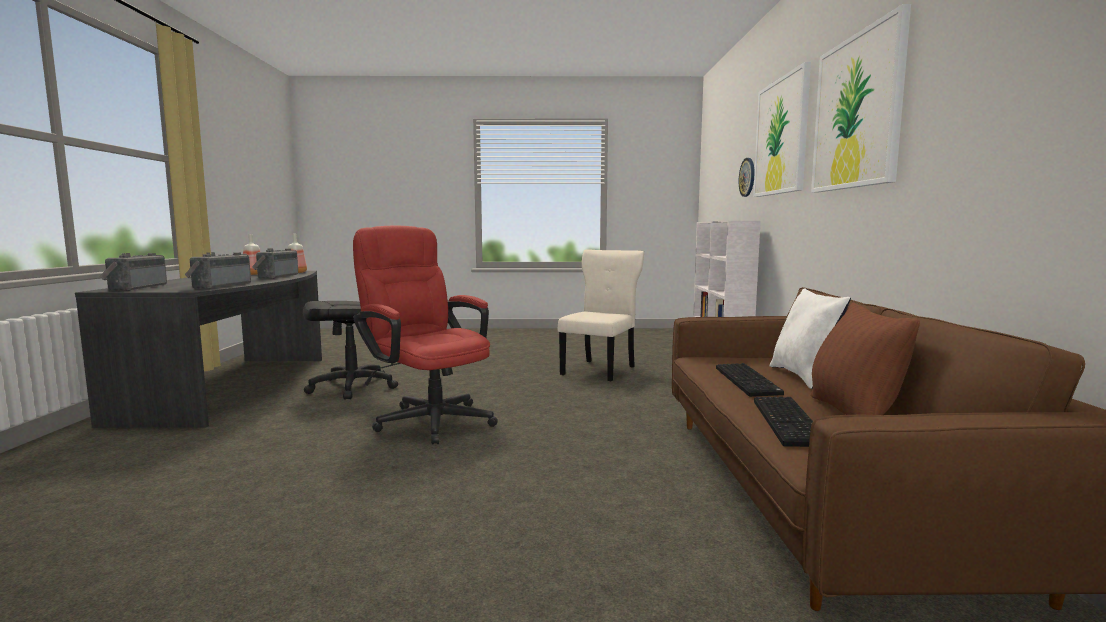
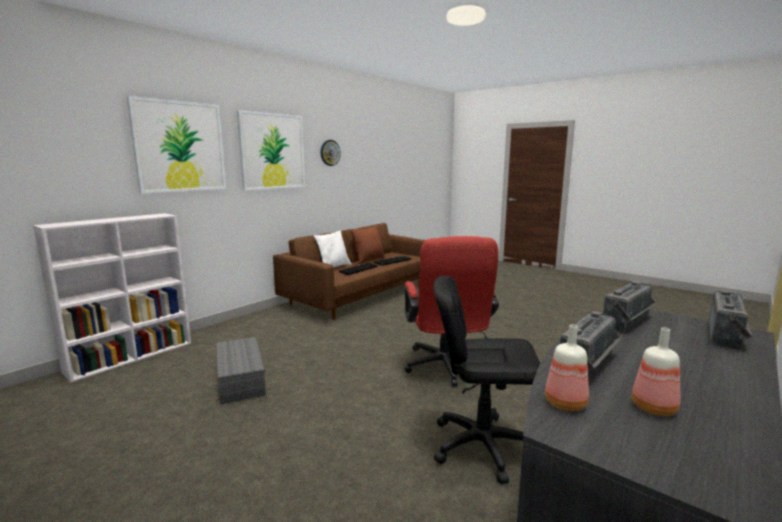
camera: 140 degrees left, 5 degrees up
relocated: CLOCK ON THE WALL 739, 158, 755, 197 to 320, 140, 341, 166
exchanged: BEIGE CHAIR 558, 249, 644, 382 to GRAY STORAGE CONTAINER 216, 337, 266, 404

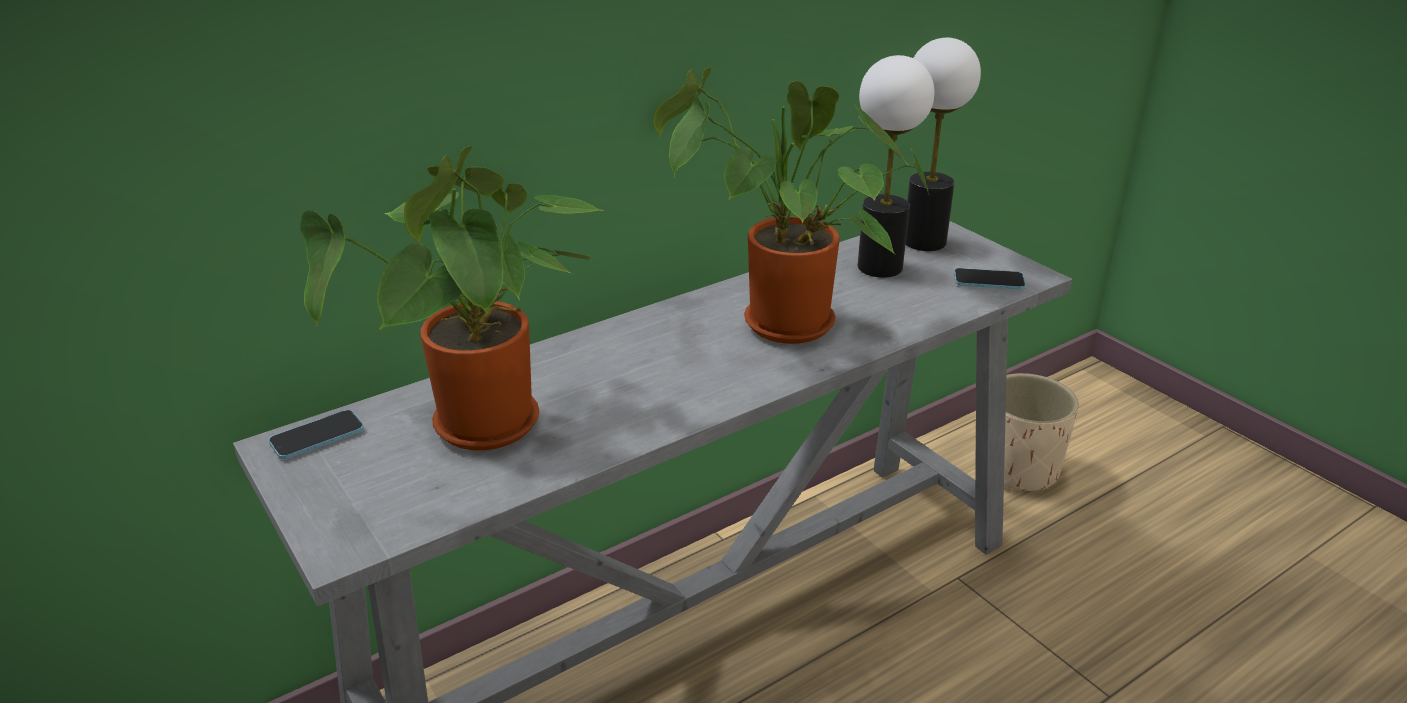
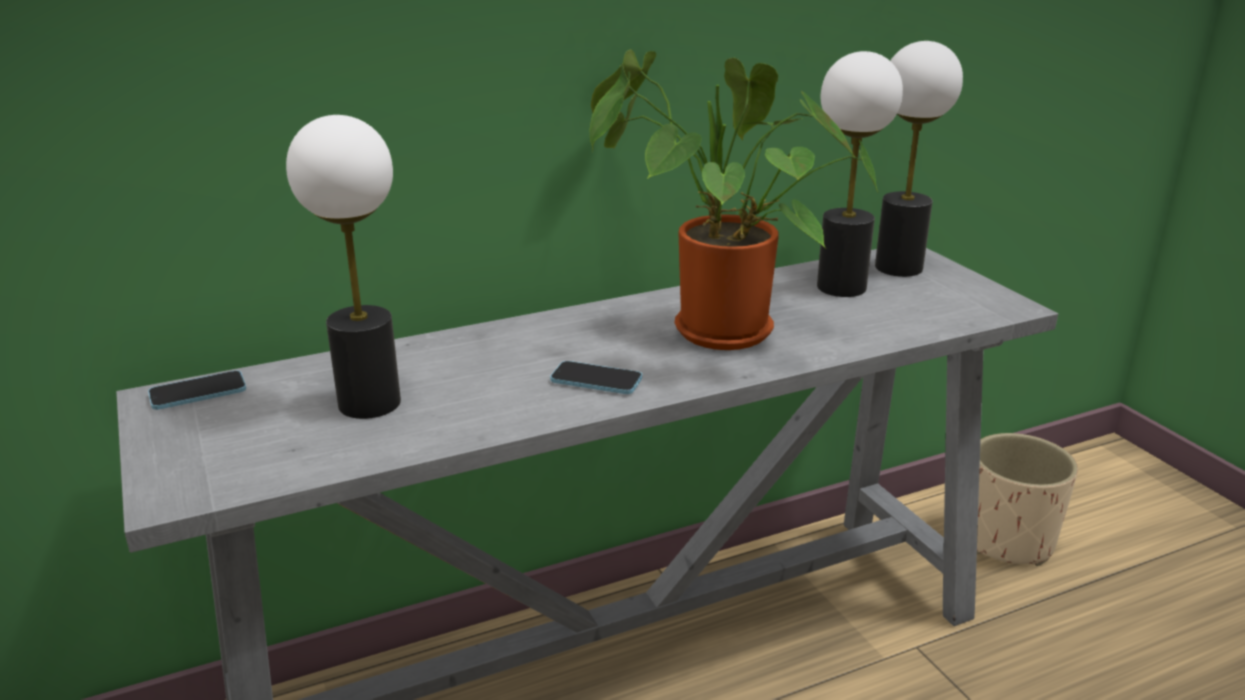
camera: 10 degrees right, 5 degrees down
relocated: TELEPHONE 954, 268, 1026, 290 to 550, 361, 642, 394
exchanged: POTTED PLANT 300, 145, 605, 450 to TABLE LAMP 286, 115, 401, 419

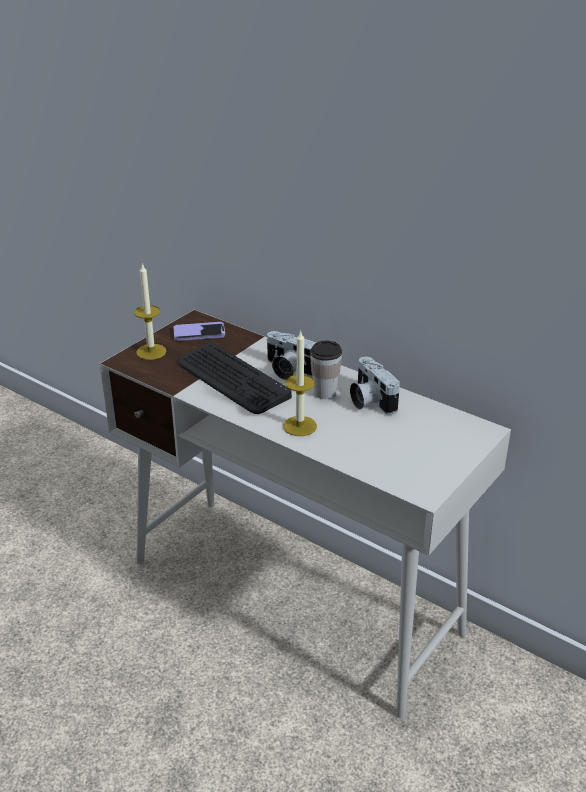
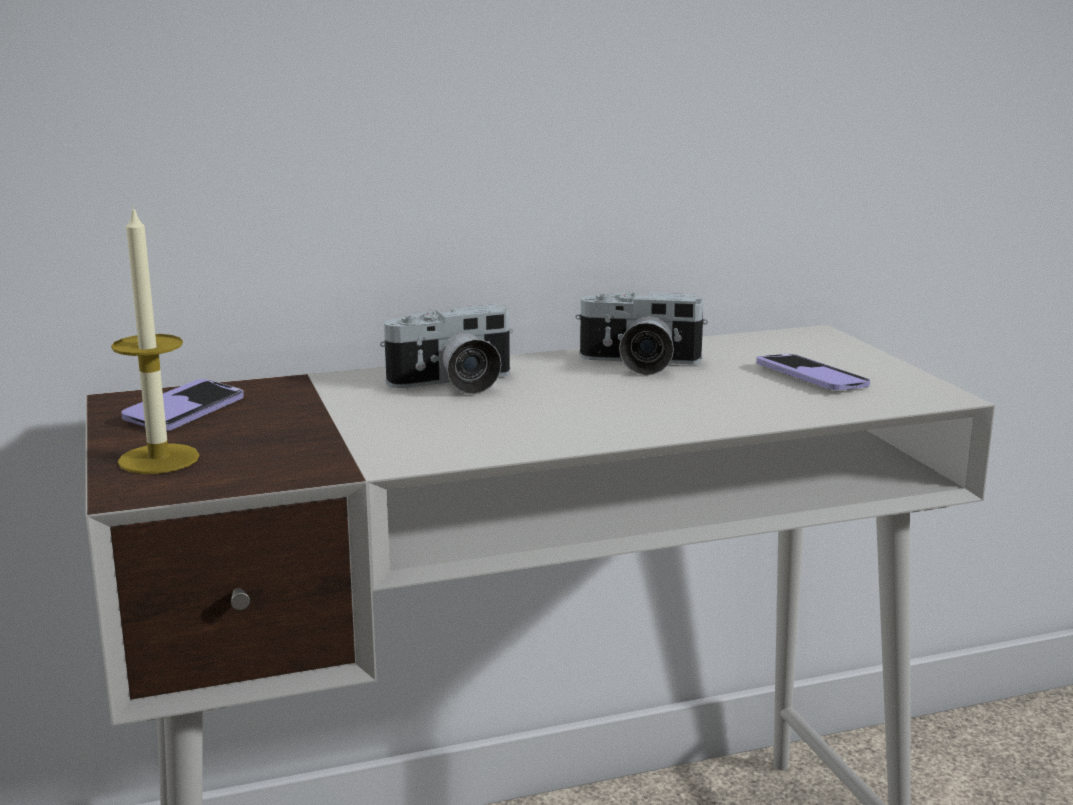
camera: 55 degrees left, 15 degrees down
missing: PC KEYBOARD 179, 342, 292, 414; WAX CANDLE 283, 330, 317, 436; SMALL CUP 310, 341, 342, 399
appeared: TELEPHONE 756, 354, 870, 390

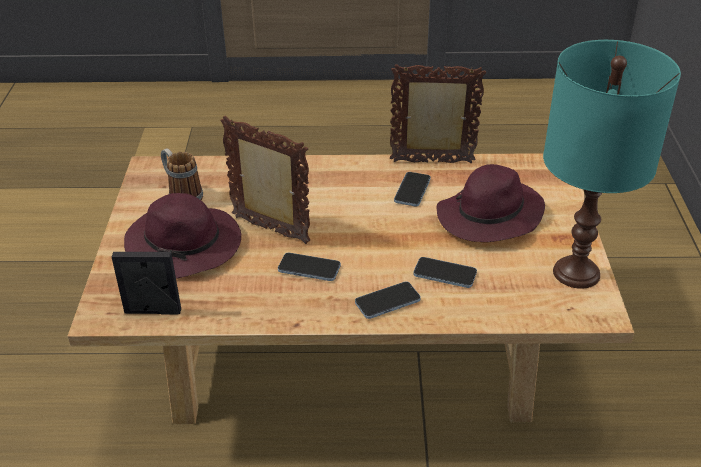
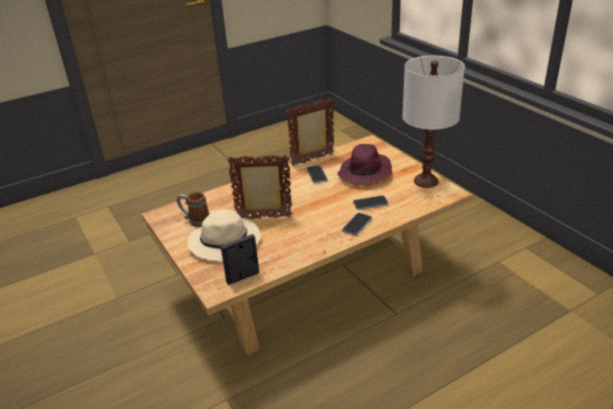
camera: 30 degrees left, 5 degrees down
missing: TELEPHONE 278, 252, 341, 281
colour: PURPLISH WEARABLE HAT 124, 193, 241, 278 to BEIGE WEARABLE HAT 188, 209, 260, 262; TURQUOISE TABLE LAMP 543, 40, 681, 289 to WHITE TABLE LAMP 402, 56, 465, 188

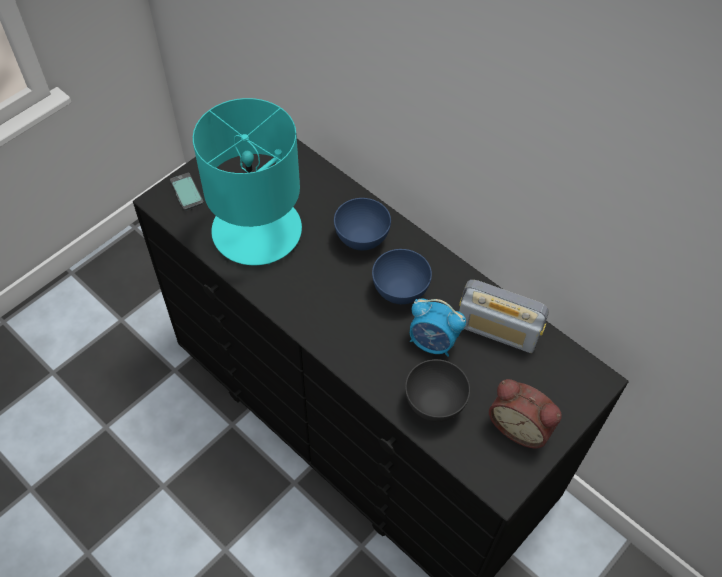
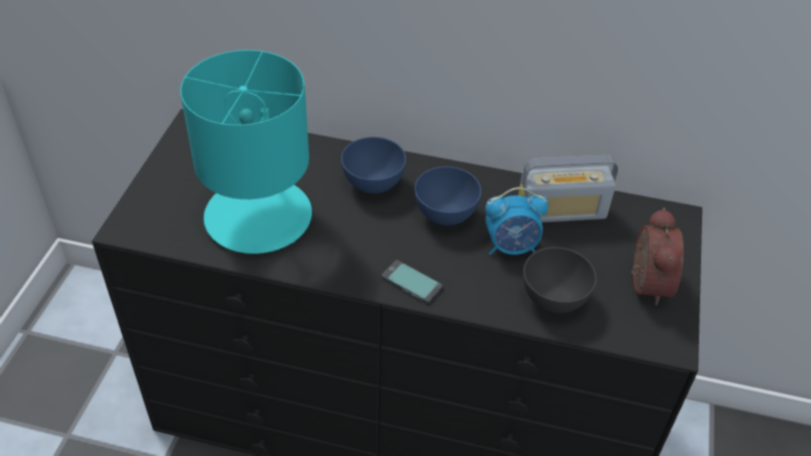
camera: 30 degrees left, 10 degrees down
relocated: TELEPHONE 170, 173, 204, 211 to 382, 260, 442, 303
spun: TABLE CLOCK 489, 379, 562, 449 = 631, 208, 684, 305 90 degrees counterclockwise

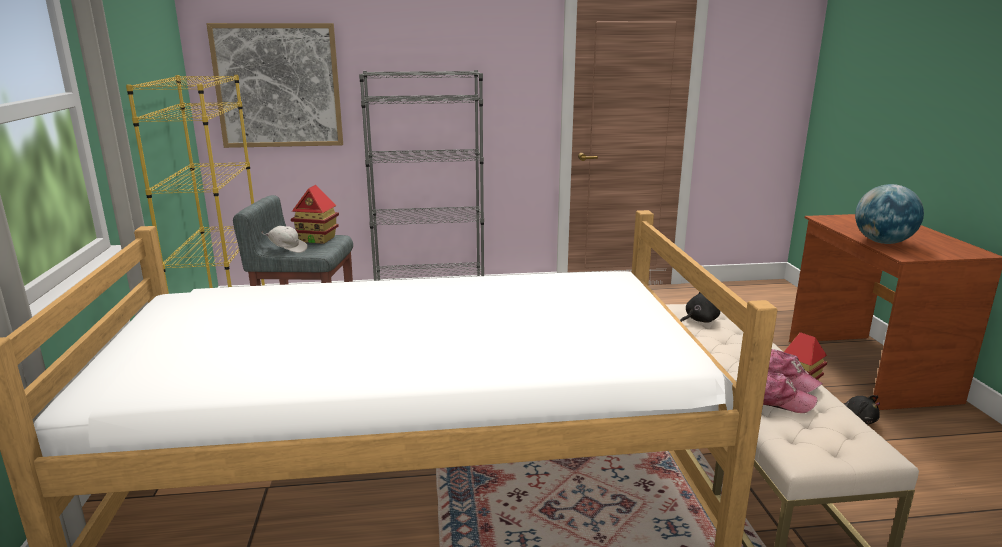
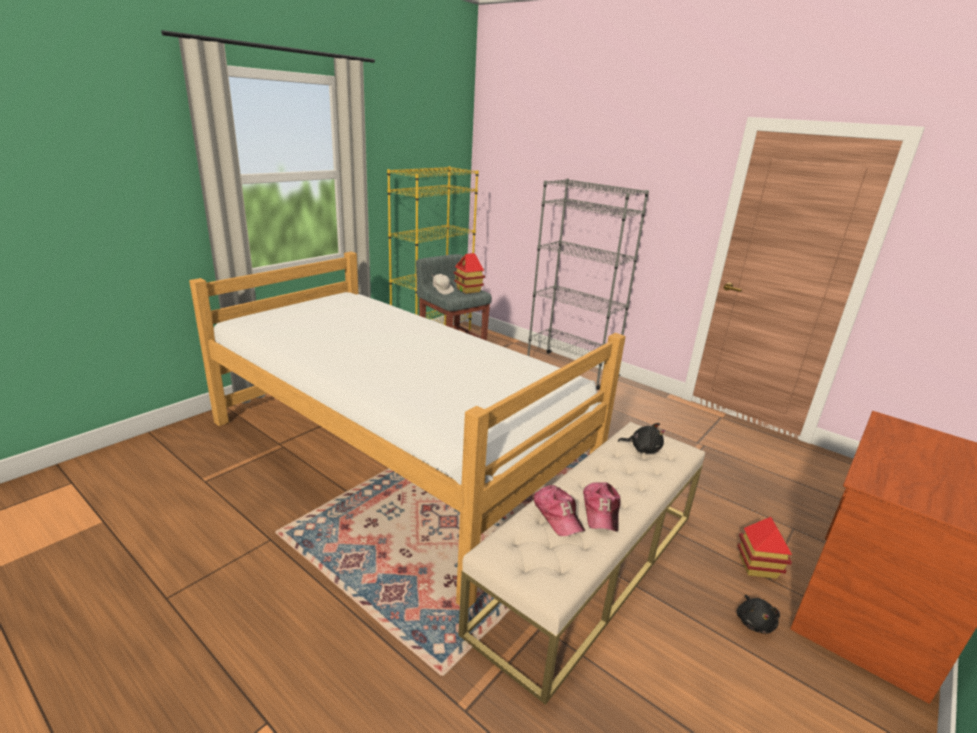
camera: 45 degrees right, 5 degrees up
missing: WALL ART 206, 23, 343, 148; WORLD GLOBE 855, 184, 924, 244

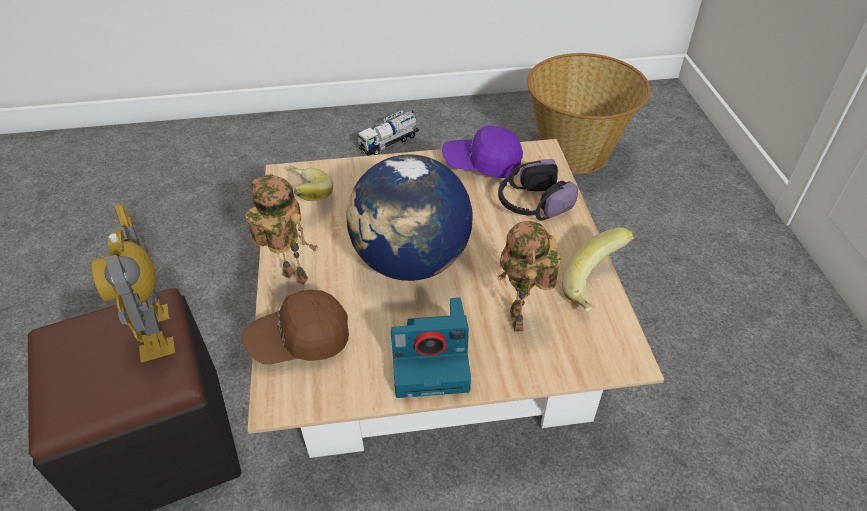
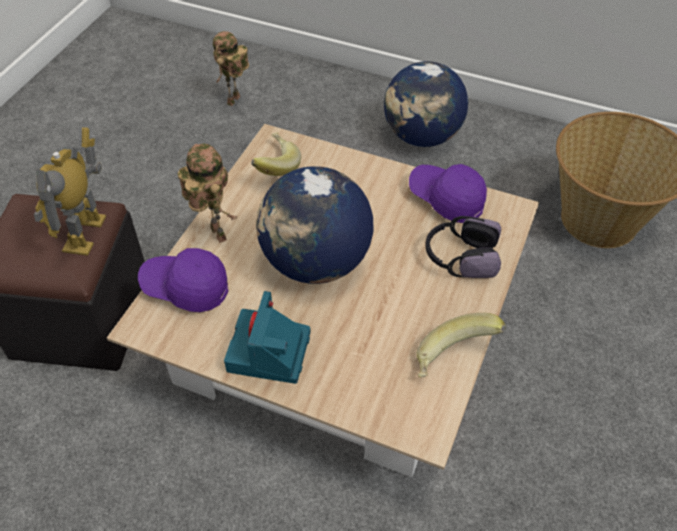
camera: 30 degrees right, 5 degrees up
relocated: MODEL ROBOT 497, 221, 561, 332 to 213, 31, 249, 106
exchanged: TOY LORRY 357, 110, 419, 156 to WORLD GLOBE 384, 61, 468, 147
colour: BROWN-COLOURED BASEBALL CAP 242, 289, 349, 364 to PURPLISH BASEBALL CAP 138, 248, 228, 312
spun: PHOTO CAMERA 391, 298, 471, 398 = 224, 291, 311, 384 75 degrees clockwise

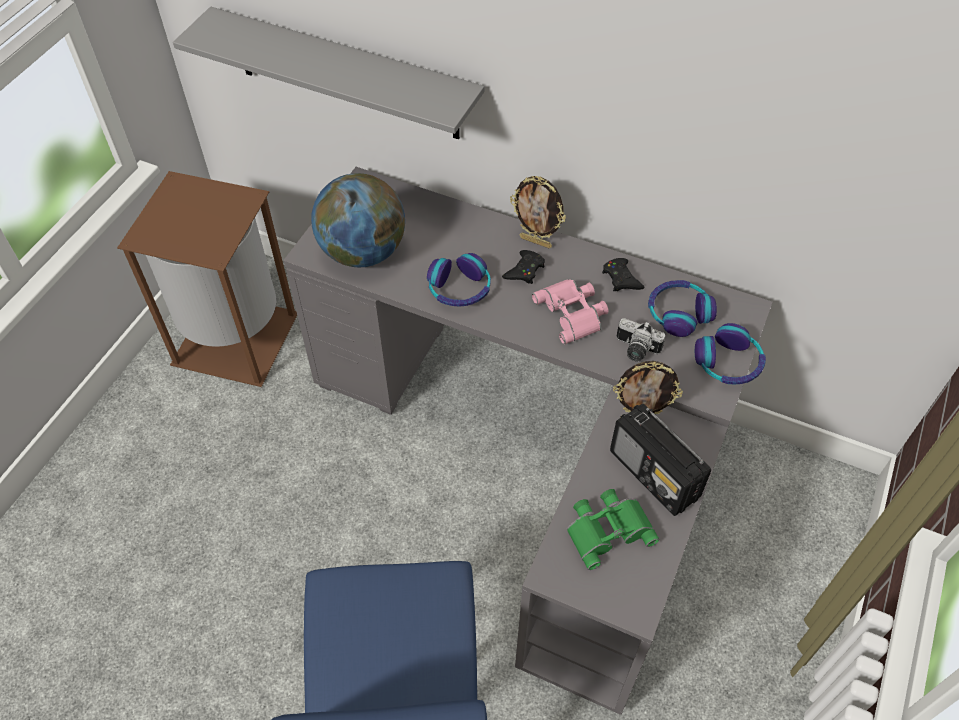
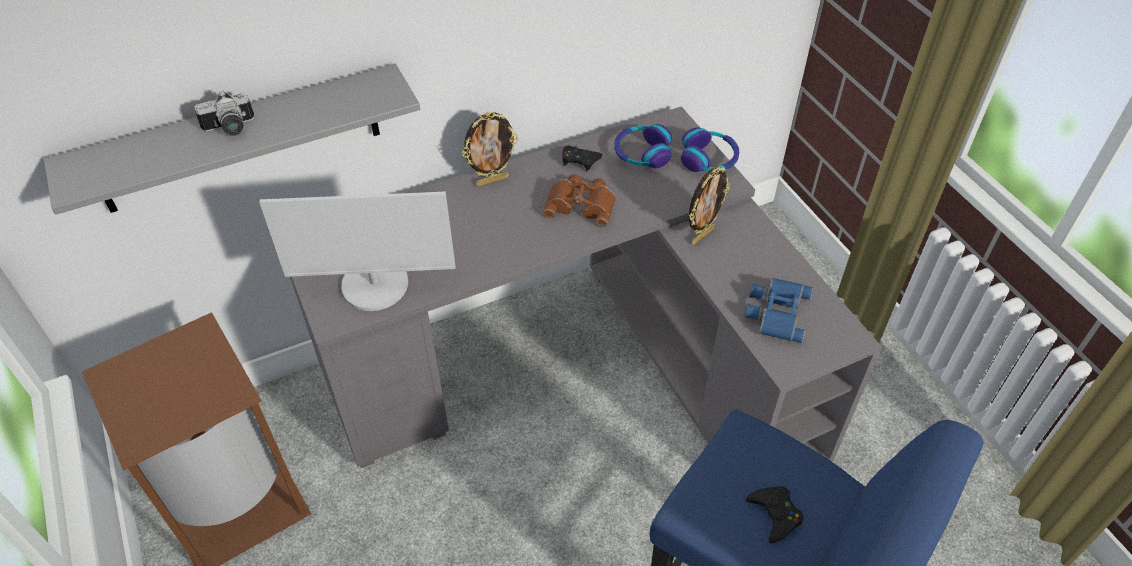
camera: 50 degrees left, 5 degrees down
missing: PAIR OF HEADPHONES 427, 253, 491, 306; RADIO 610, 404, 711, 516
relocated: BLACK-COLOURED GAME CONTROLLER 502, 250, 545, 284 to 746, 486, 803, 543; PHOTO CAMERA 617, 318, 665, 362 to 194, 90, 254, 136
exchanged: WORLD GLOBE 311, 173, 405, 268 to COMPUTER SCREEN 259, 192, 456, 311
colour: PINK-COLOURED BINOCULARS 532, 279, 608, 344 to BROWN-COLOURED BINOCULARS 543, 174, 616, 227; GREENISH BINOCULARS 567, 489, 659, 570 to BLUE-COLOURED BINOCULARS 744, 277, 813, 343

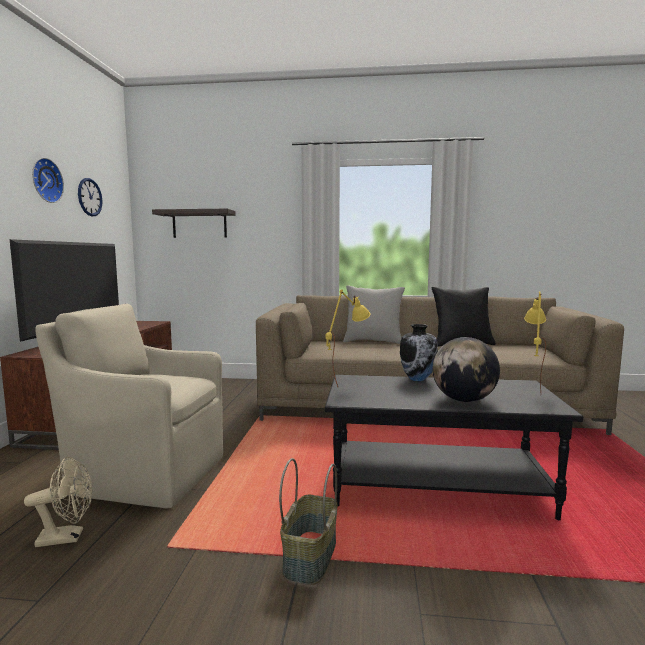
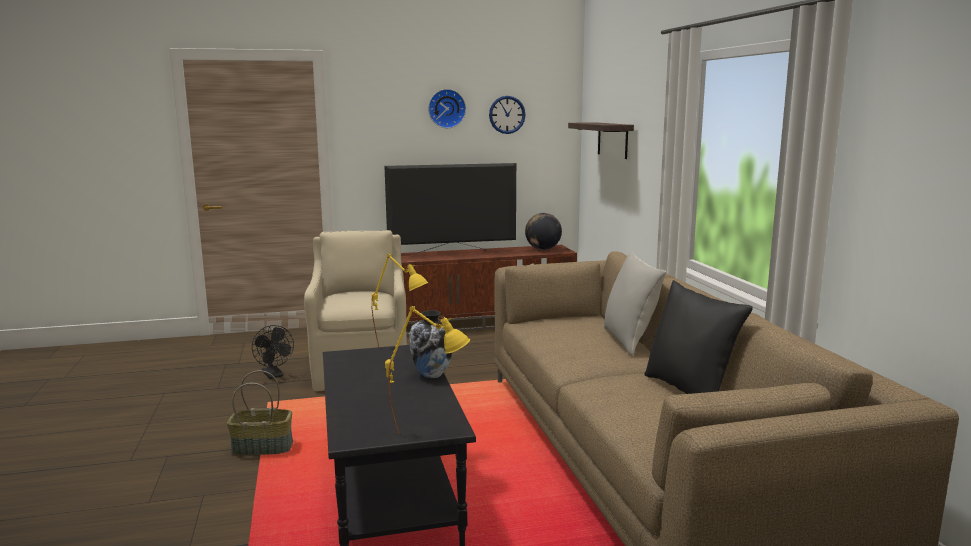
camera: 70 degrees right, 5 degrees up
relocated: WORLD GLOBE 432, 337, 500, 402 to 525, 213, 562, 250
colour: BEIGE COOLING FAN 24, 457, 92, 547 to BLACK-COLOURED COOLING FAN 252, 325, 294, 379

